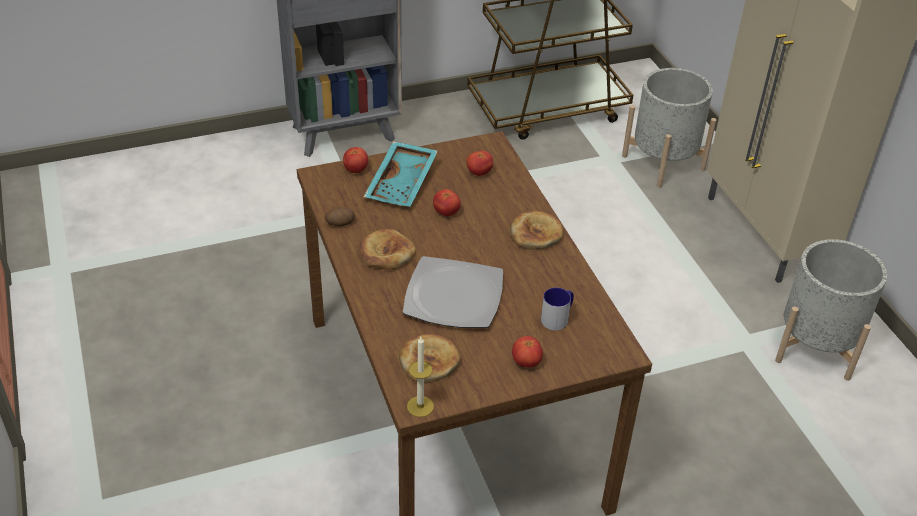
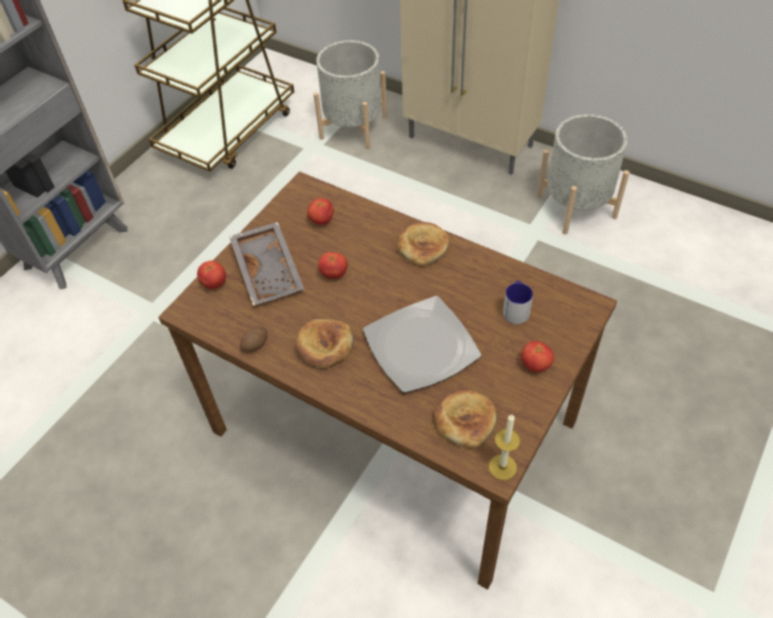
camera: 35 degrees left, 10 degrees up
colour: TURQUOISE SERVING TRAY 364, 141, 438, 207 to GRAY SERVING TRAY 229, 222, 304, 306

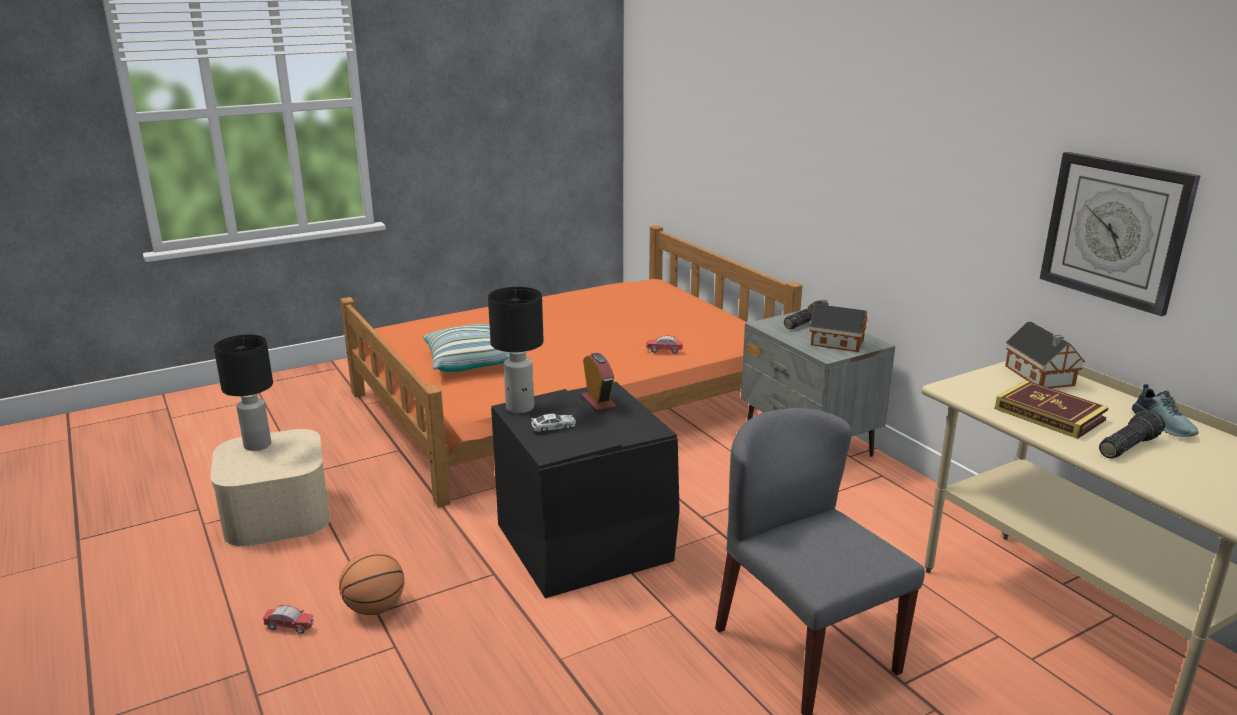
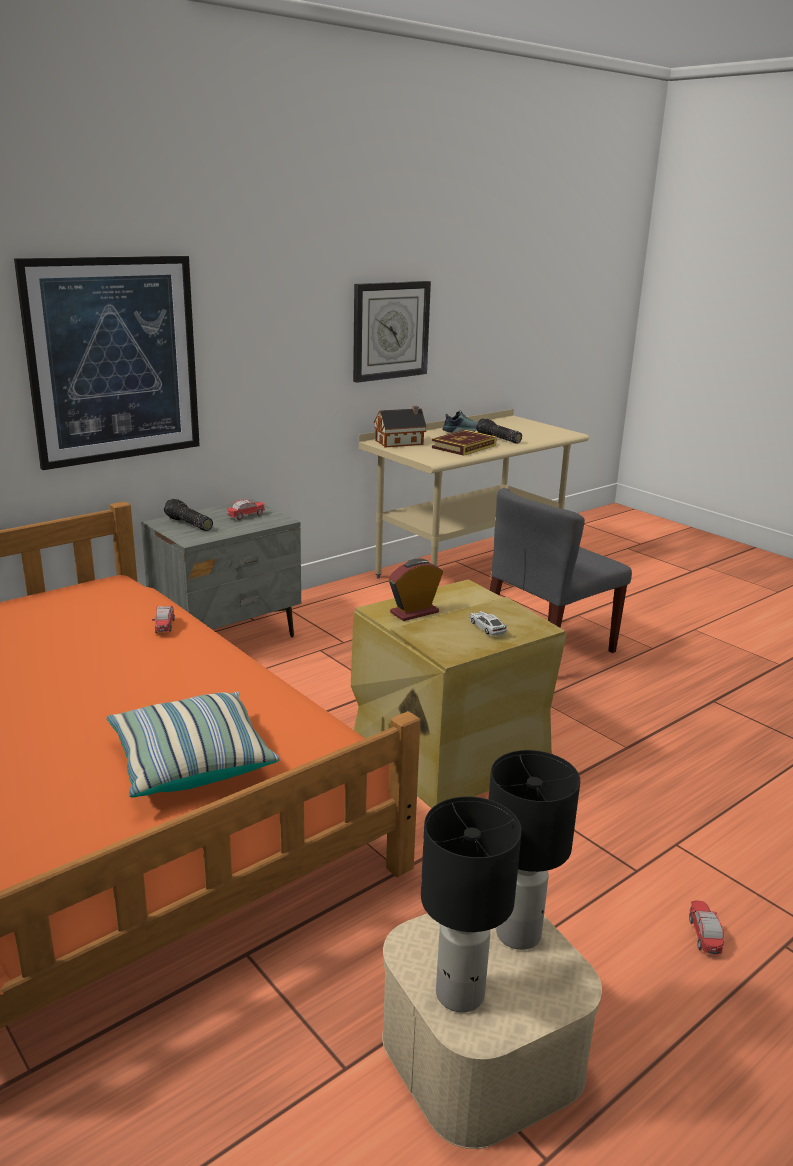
camera: 100 degrees left, 0 degrees up
missing: BALL FOR BASKETBALL 339, 551, 404, 615
appeared: WALL ART 14, 256, 200, 470
relocated: BLACK-COLOURED TABLE LAMP 488, 287, 544, 413 to 489, 750, 580, 950
exchanged: MODEL HOUSE 810, 299, 867, 352 to MODEL CAR 227, 500, 265, 520
colour: BLACK-COLOURED STORAGE CONTAINER 491, 382, 680, 598 to BEIGE STORAGE CONTAINER 351, 579, 567, 808

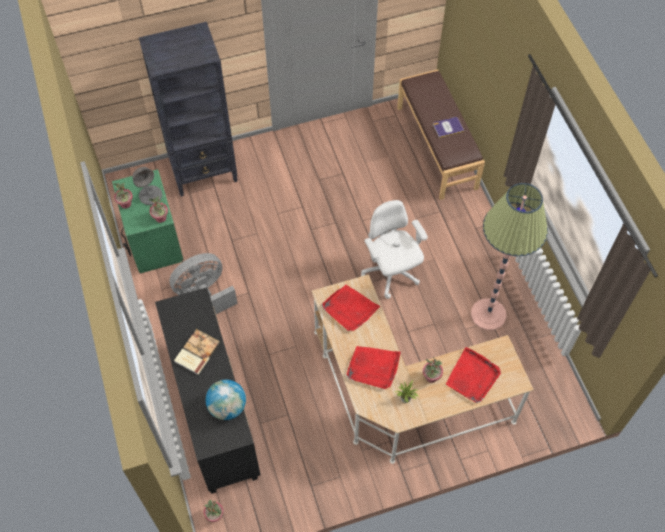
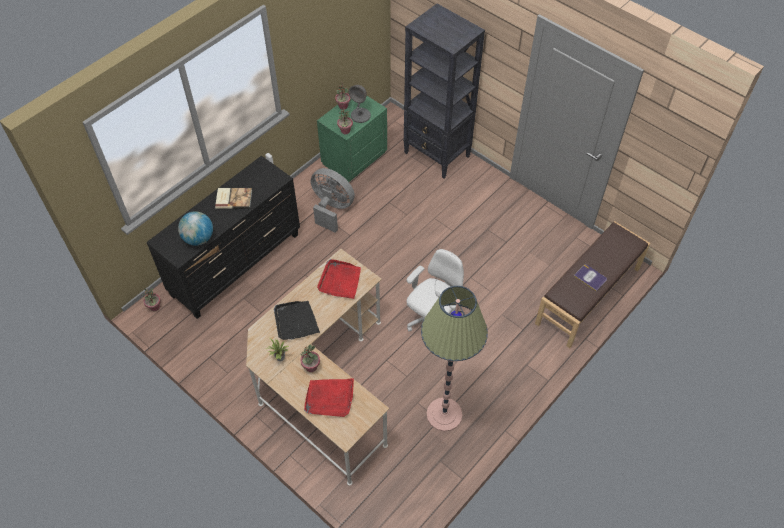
camera: 60 degrees right, 5 degrees down
colour: REDDISH SERVING TRAY 346, 346, 401, 389 to BLACK-COLOURED SERVING TRAY 274, 301, 320, 340

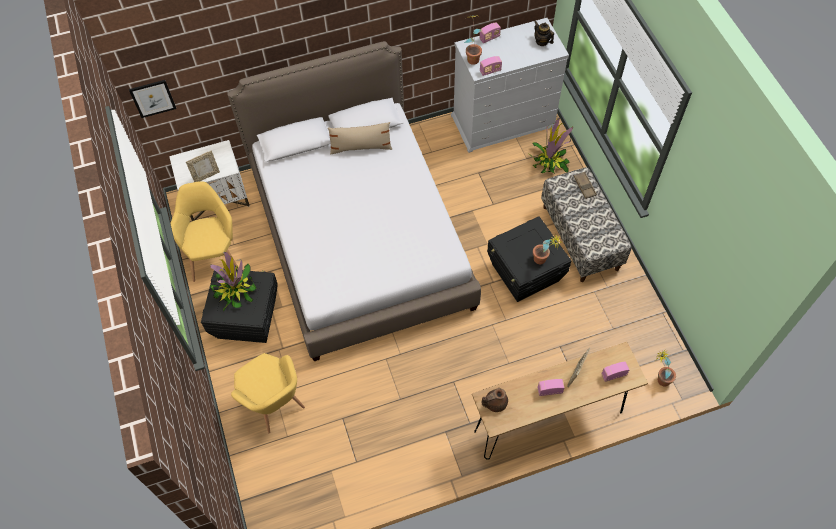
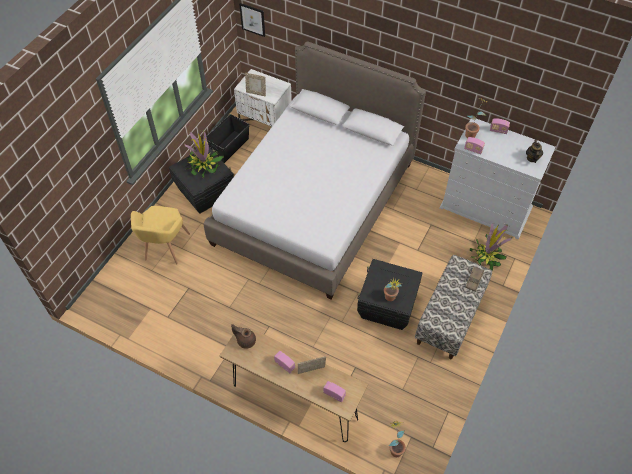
camera: 45 degrees right, 5 degrees down
missing: BEIGE THROW PILLOW 328, 122, 392, 155
exchanged: YELLOW-COLOURED ARMCHAIR 170, 181, 239, 282 to BLACK-COLOURED STORAGE CONTAINER 206, 114, 249, 163

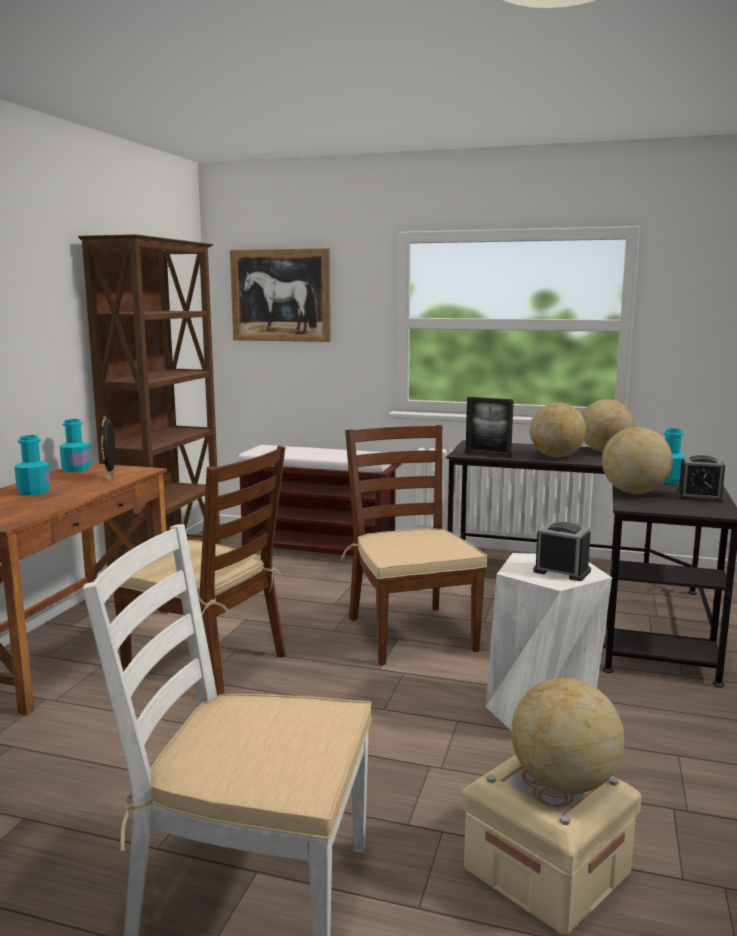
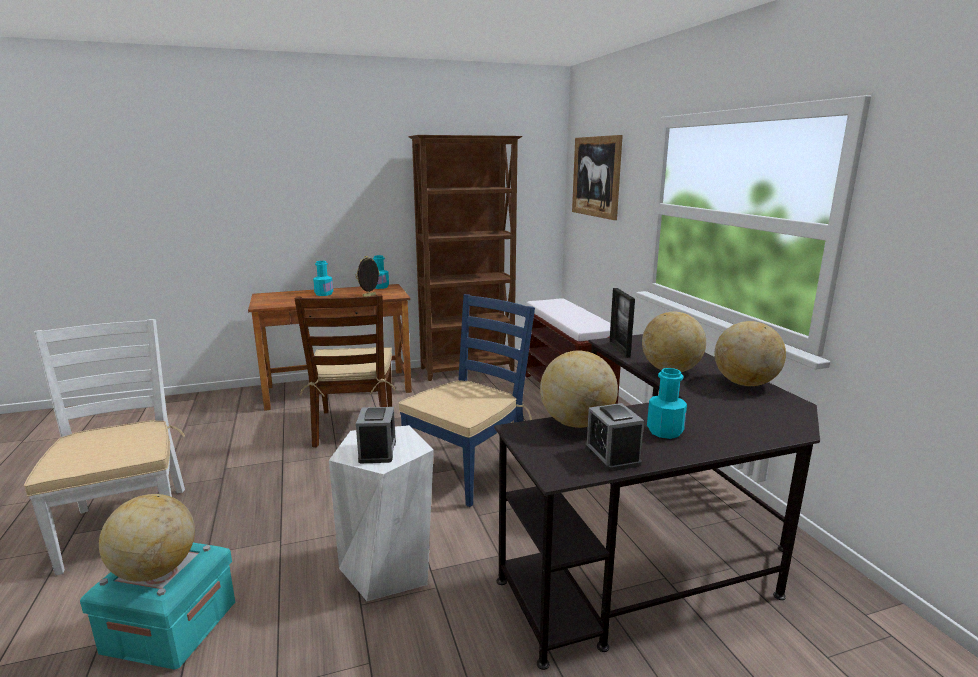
camera: 55 degrees right, 5 degrees up
colour: BROWN-COLOURED CHAIR 341, 425, 487, 665 to BLUE-COLOURED CHAIR 399, 294, 535, 507; BEIGE STORAGE CONTAINER 462, 754, 642, 935 to TURQUOISE STORAGE CONTAINER 80, 543, 235, 670

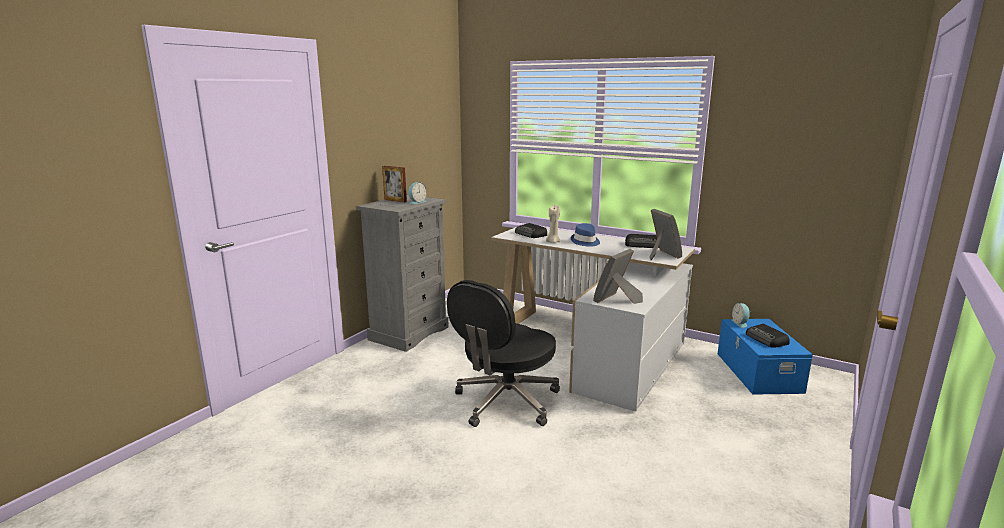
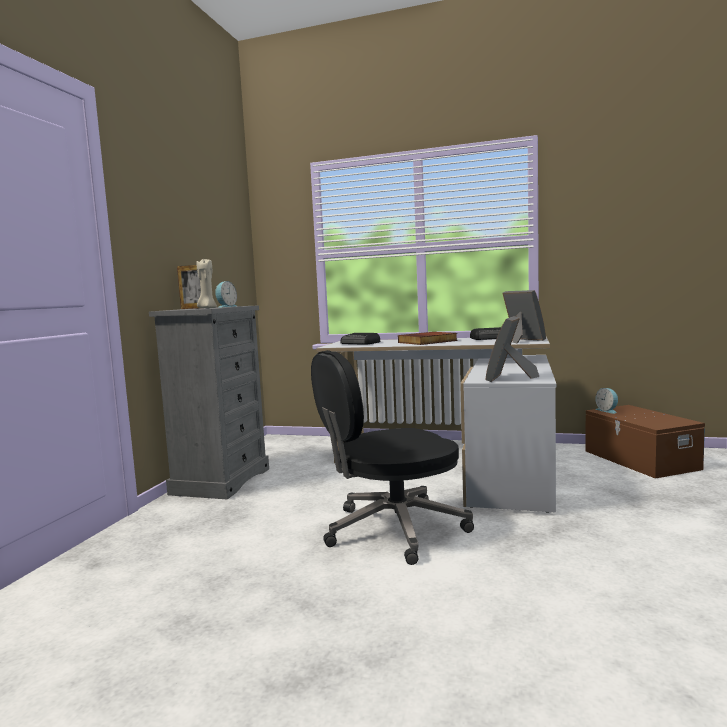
camera: 15 degrees left, 10 degrees down
missing: RADIO 746, 324, 790, 348
relocated: BEIGE WAX CANDLE 546, 205, 560, 243 to 196, 259, 217, 308
exchanged: BLUE-COLOURED WEARABLE HAT 571, 223, 600, 247 to BOOK 398, 332, 458, 345
colour: BLUE-COLOURED STORAGE CONTAINER 718, 319, 813, 395 to BROWN-COLOURED STORAGE CONTAINER 585, 405, 705, 479
spun: BLACK-COLOURED COMPUTER CHAIR 447, 280, 560, 427 = 311, 350, 474, 565 45 degrees clockwise

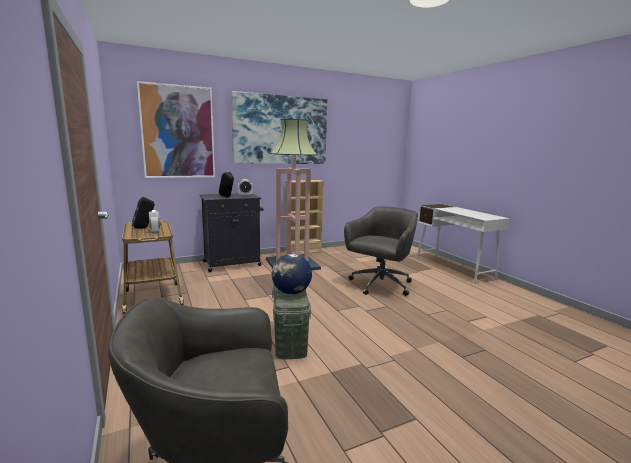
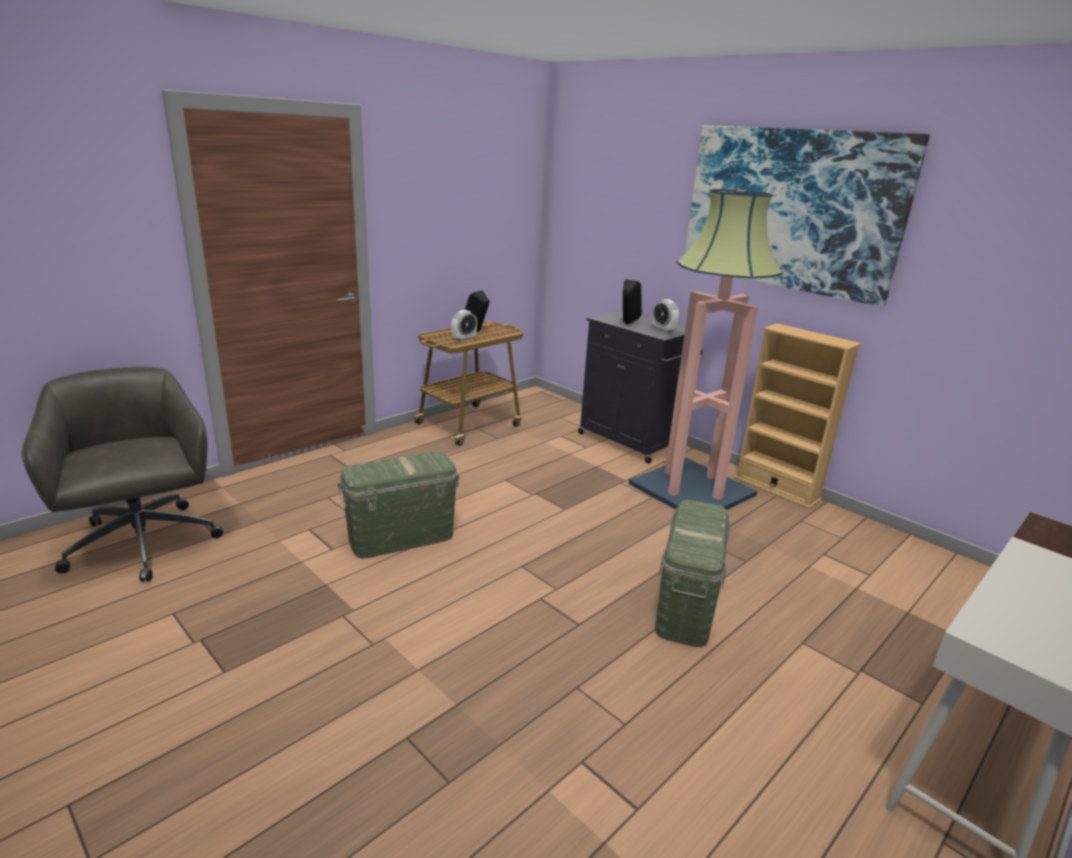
camera: 70 degrees right, 10 degrees up
missing: WALL ART 137, 81, 215, 178; WORLD GLOBE 272, 254, 312, 295
exchanged: GRAY COMPUTER CHAIR 344, 206, 418, 296 to GREENISH STORAGE CONTAINER 655, 500, 730, 647

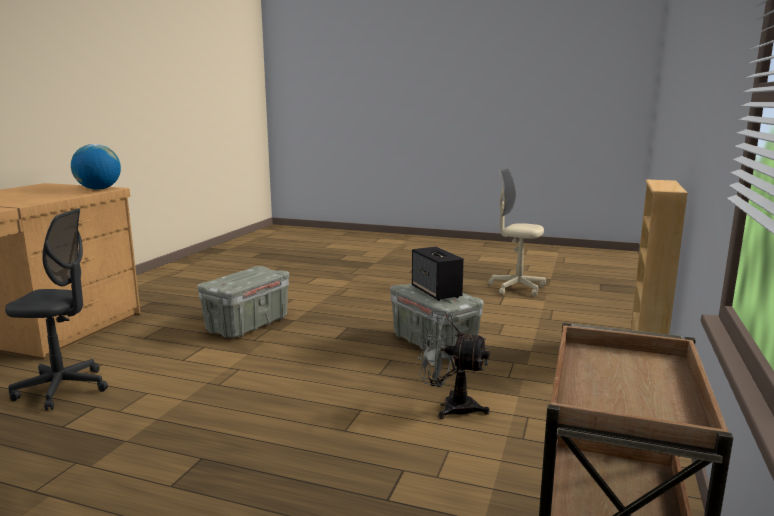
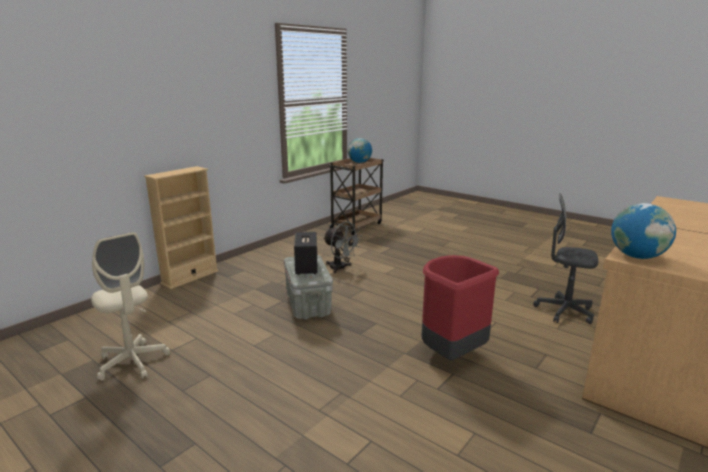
camera: 160 degrees left, 5 degrees up
appeared: WORLD GLOBE 348, 138, 372, 163
exchanged: GRAY STORAGE CONTAINER 197, 266, 289, 338 to REDDISH RUBBISH BIN 422, 255, 499, 360

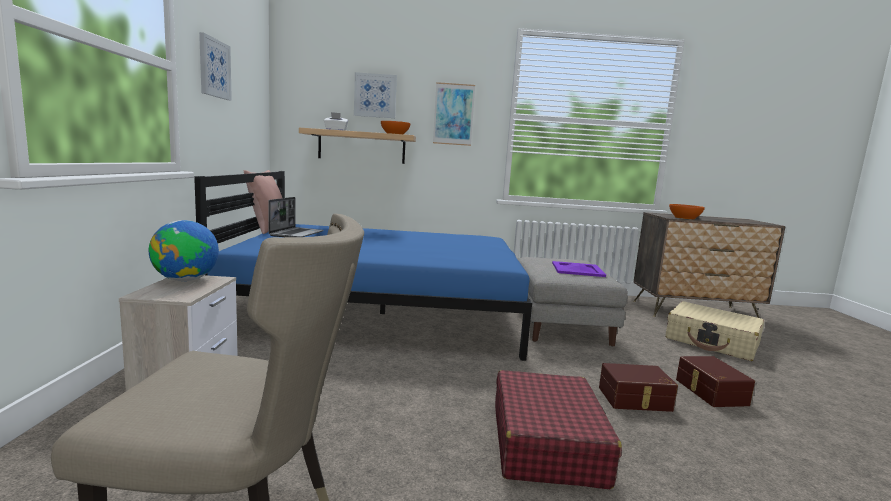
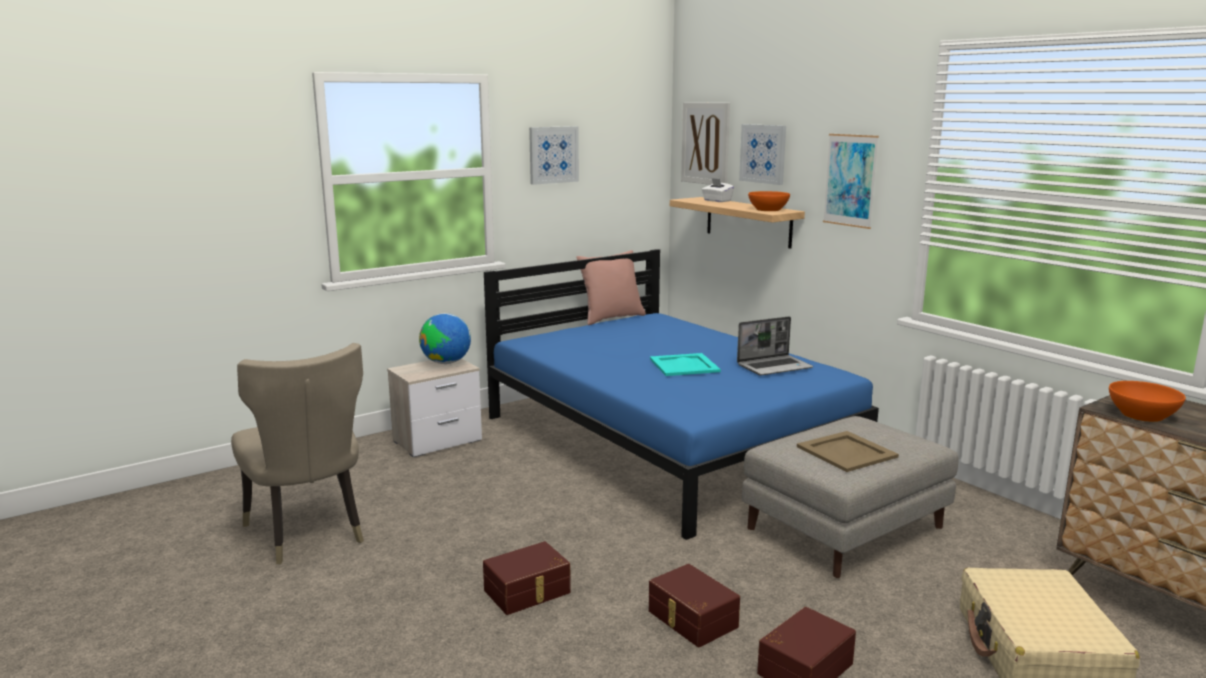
camera: 55 degrees right, 5 degrees up
appeared: TURQUOISE SERVING TRAY 650, 353, 721, 376; WALL ART 681, 102, 730, 185
relocated: PORTABLE COMPUTER 268, 197, 324, 237 to 737, 316, 813, 375
exchanged: REDDISH PIECE OF LUGGAGE 495, 370, 622, 489 to BROWN-COLOURED STORAGE CONTAINER 483, 541, 571, 615
colour: PURPLISH SERVING TRAY 552, 261, 606, 277 to BEIGE SERVING TRAY 797, 431, 899, 472

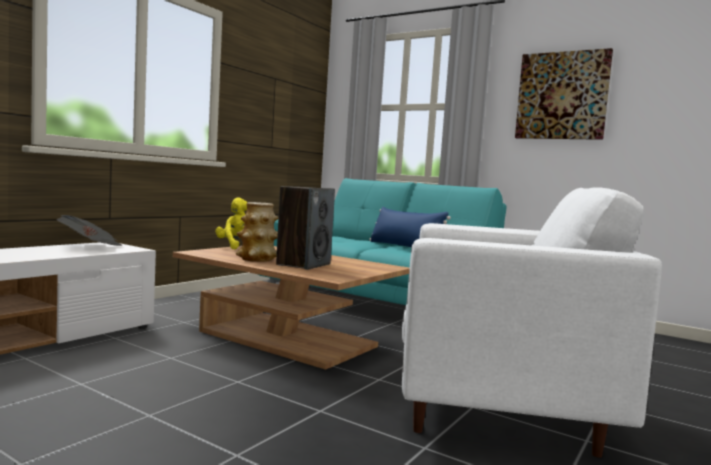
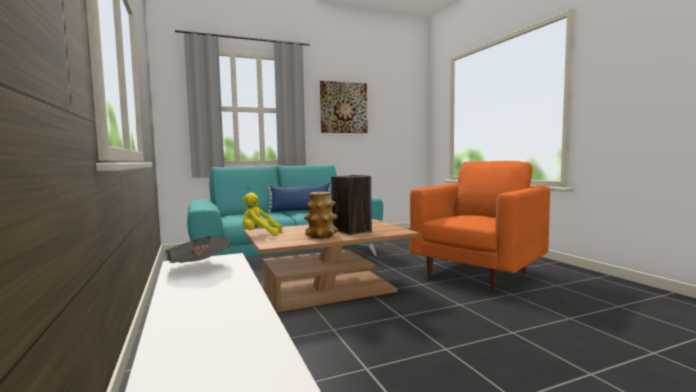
camera: 55 degrees left, 0 degrees up
colour: WHITE ARMCHAIR 402, 187, 662, 458 to ORANGE ARMCHAIR 410, 161, 550, 292

